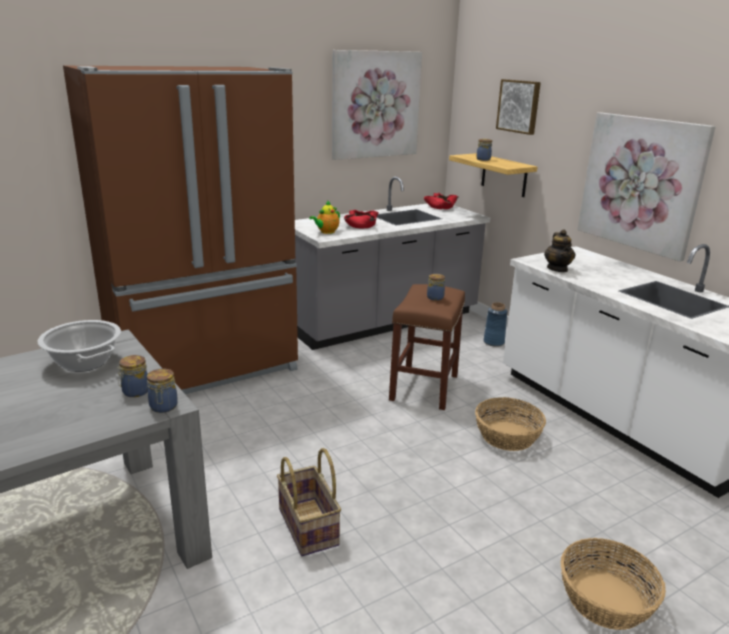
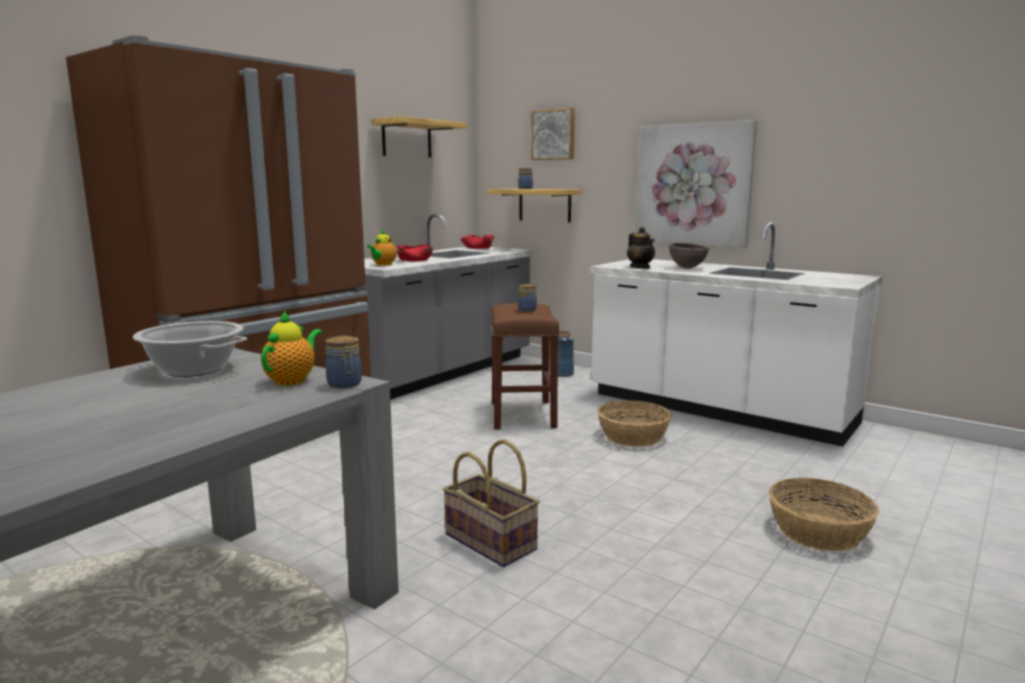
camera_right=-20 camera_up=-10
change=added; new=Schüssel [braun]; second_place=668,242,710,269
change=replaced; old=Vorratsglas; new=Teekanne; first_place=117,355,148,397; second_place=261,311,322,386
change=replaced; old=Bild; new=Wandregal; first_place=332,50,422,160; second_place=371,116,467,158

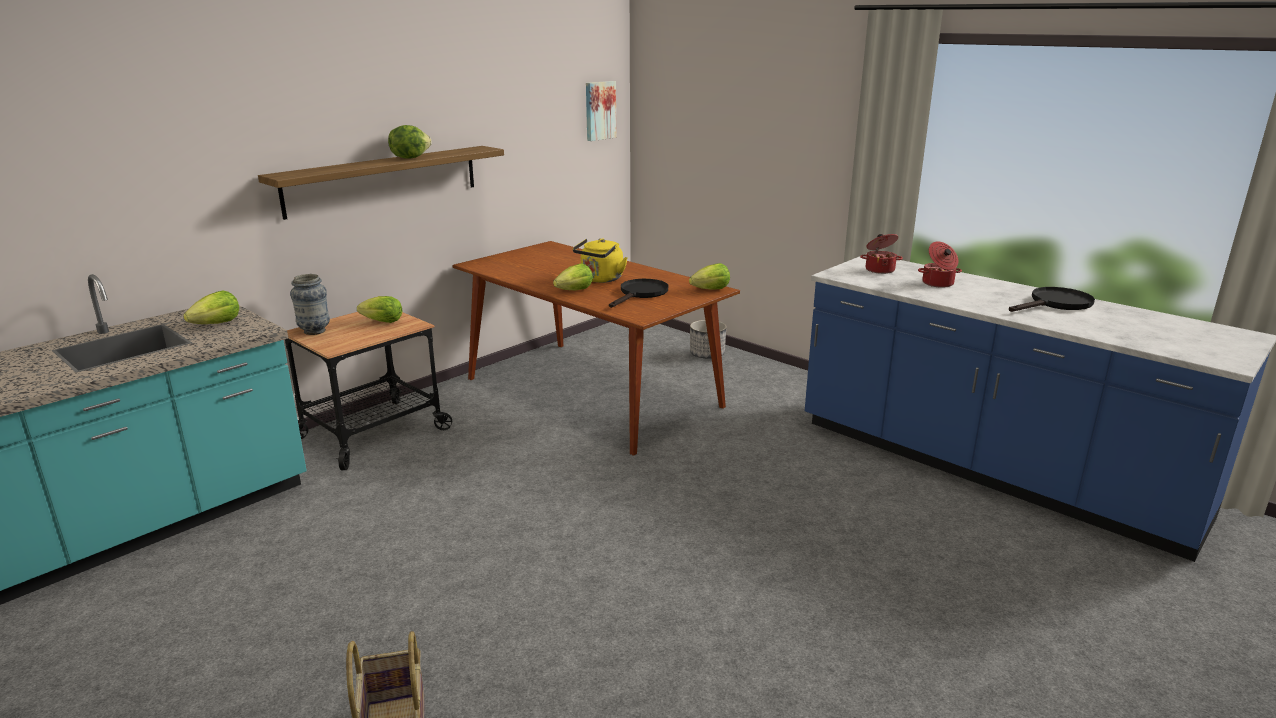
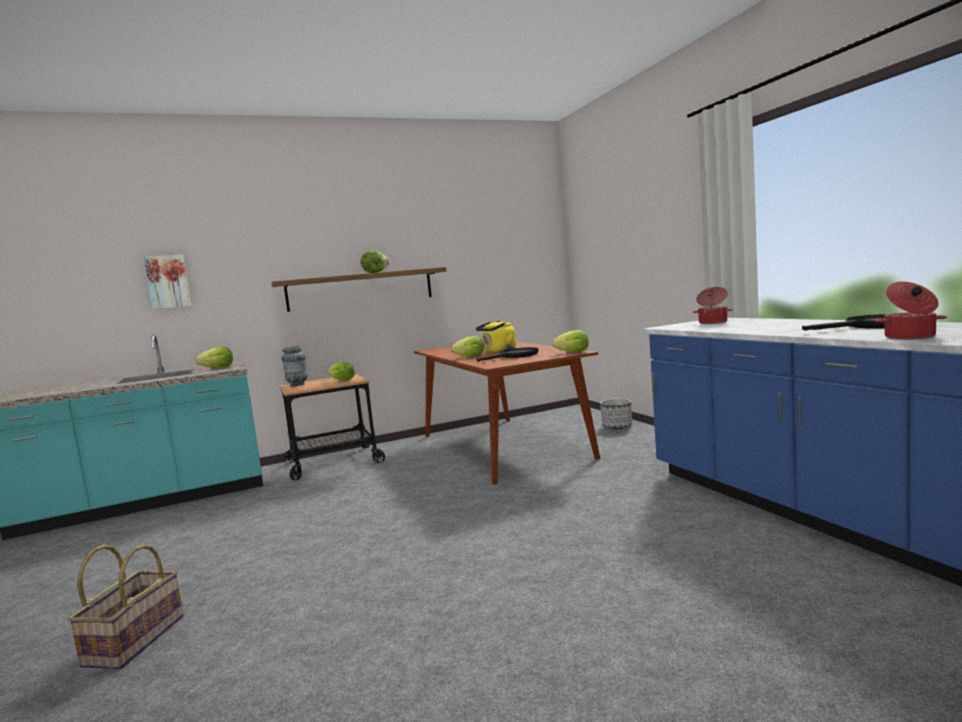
camera_right=25 camera_up=-15
change=moved; old=Bild; first_place=586,81,616,141; second_place=144,255,191,310
change=moved; old=Kochtopf; first_place=918,241,962,288; second_place=875,281,947,340

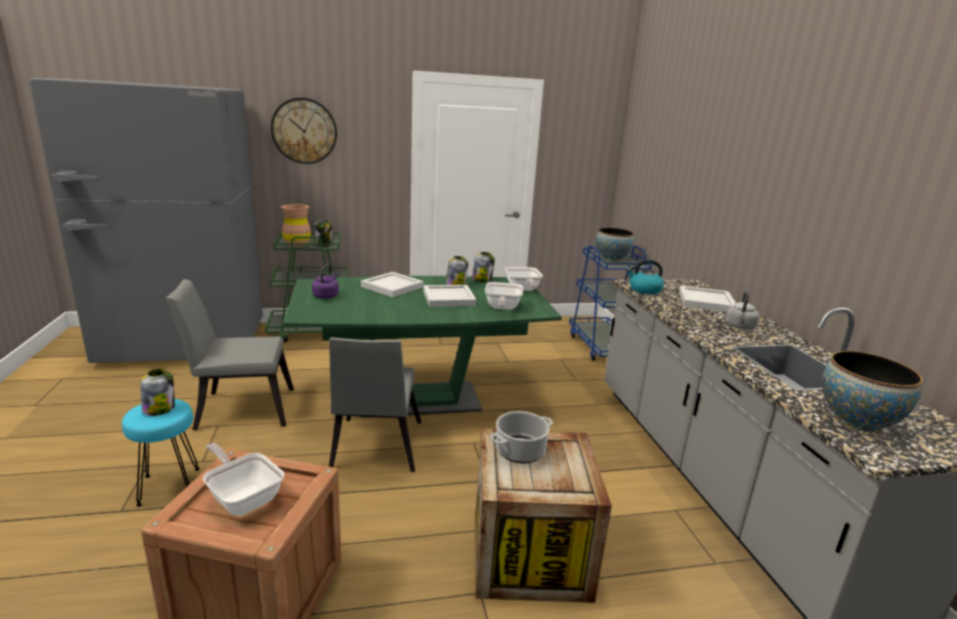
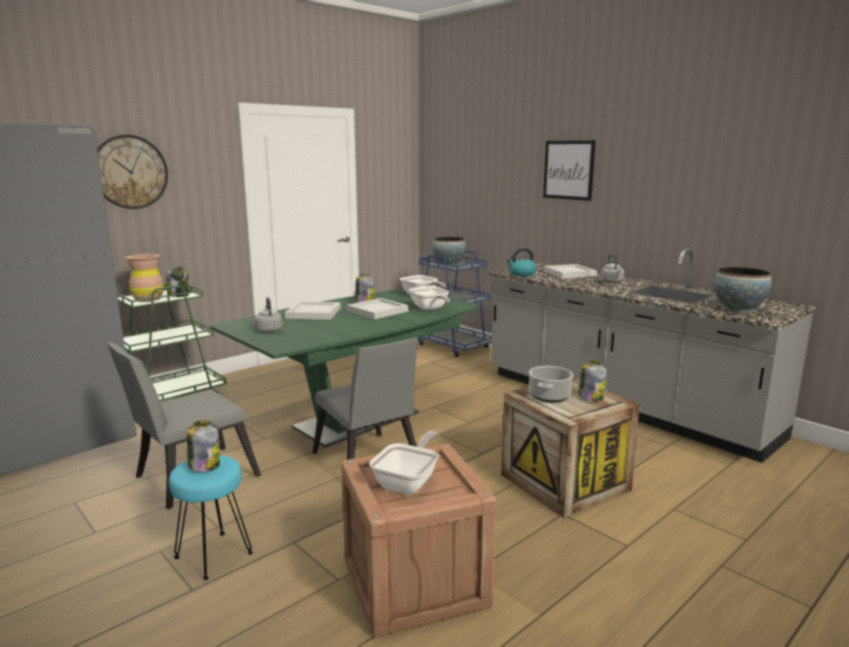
camera_right=-30 camera_up=-5
change=added; new=Bild; second_place=543,140,596,201
change=moved; old=Vorratsglas; first_place=472,252,495,283; second_place=578,360,607,401
change=recoloured; old=Wasserkessel [lila]; new=Wasserkessel [grau]; first_place=312,265,339,298; second_place=254,297,283,333
change=turned; old=Pfanne; first_place=203,443,284,516; second_place=369,431,439,495; degrees=105

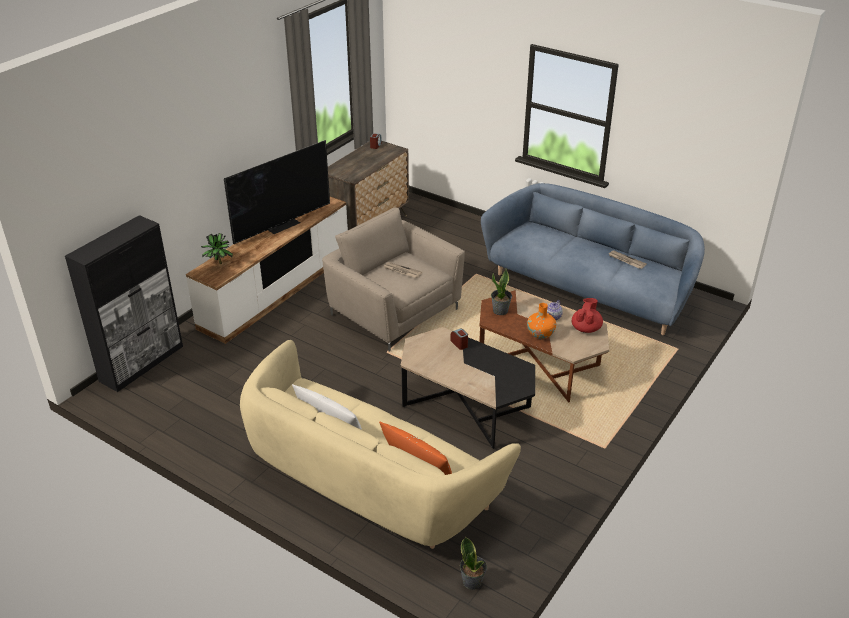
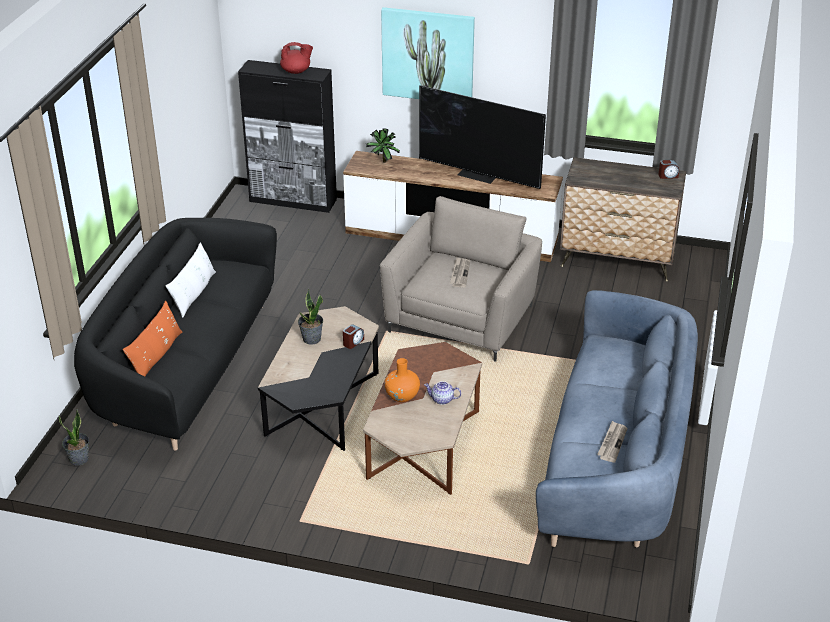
camera_right=70 camera_up=0
change=added; new=Bild; second_place=381,7,475,99
change=moved; old=Topfpflanze; first_place=491,268,512,315; second_place=298,288,323,345
change=moved; old=Teekanne [rot]; first_place=572,298,603,333; second_place=280,42,313,74
change=recoloured; old=Sofa [beige]; new=Sofa [schwarz]; first_place=240,340,521,549; second_place=74,218,277,451

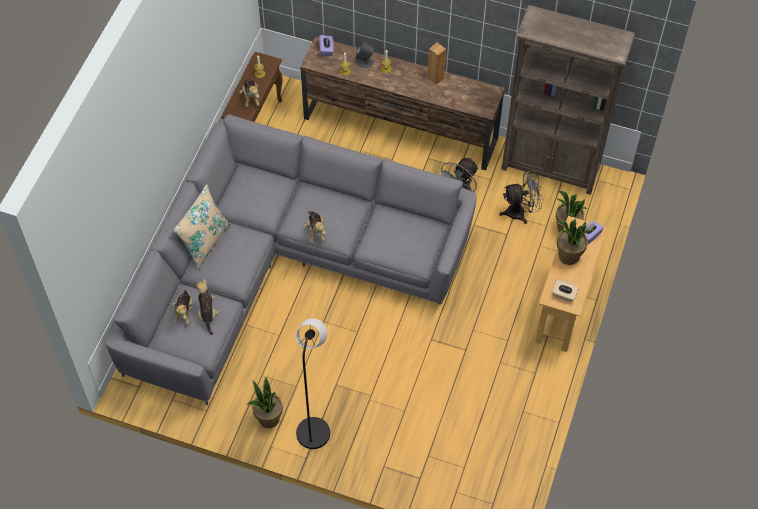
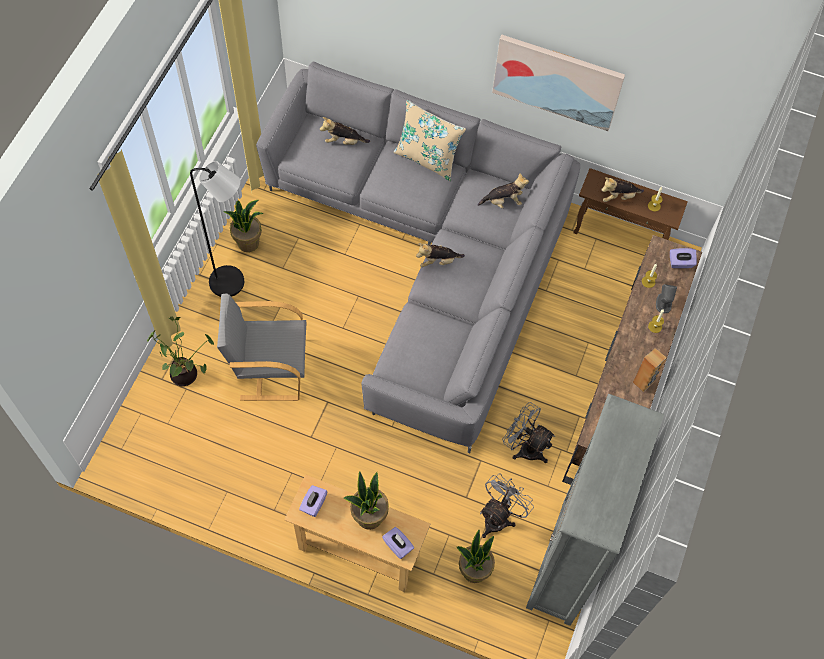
camera_right=90 camera_up=5
change=added; new=Topfpflanze; second_place=147,316,214,386
change=added; new=Sessel [grau]; second_place=217,293,307,401
change=added; new=Bild; second_place=492,35,625,131
change=moved; old=Plüschtier; first_place=196,279,220,335; second_place=478,173,529,209
change=recoloured; old=Bücherregal [braun]; new=Bücherregal [grau]; first_place=501,5,635,195; second_place=526,394,664,626
change=recoloured; old=Taschentuchbox [beige]; new=Taschentuchbox [lila]; first_place=552,280,579,302; second_place=299,485,328,517
change=turned; old=Ventilator [grau]; first_place=499,171,543,224; second_place=480,473,534,538; degrees=-135

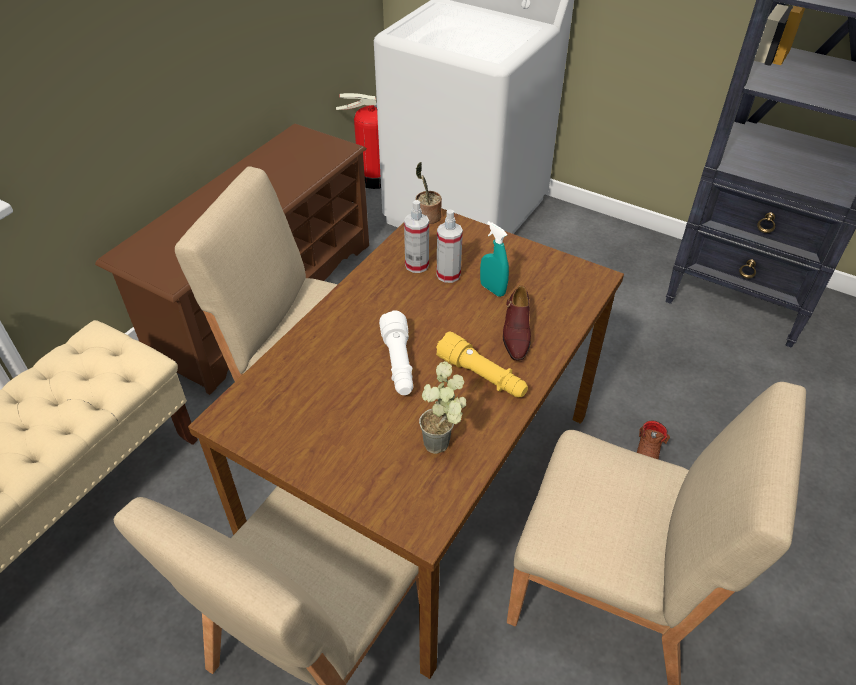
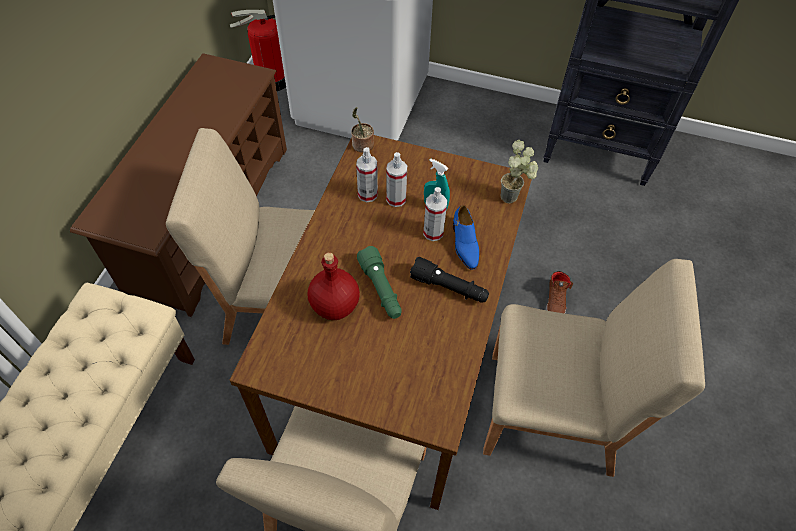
camera_right=-15 camera_up=10
change=added; new=Flasche [rot]; second_place=308,252,360,320
change=added; new=Sprühflasche; second_place=423,187,447,241
change=moved; old=Topfpflanze; first_place=419,361,466,454; second_place=501,140,538,204
change=recoloured; old=Taschenlampe [weiß]; new=Taschenlampe [grün]; first_place=379,311,413,395; second_place=357,246,402,319
change=recoloured; old=Taschenlampe [gelb]; new=Taschenlampe [schwarz]; first_place=436,331,528,397; second_place=410,257,489,302
change=recoloured; old=Schuh [braun]; new=Schuh [blau]; first_place=503,285,531,361; second_place=453,205,479,270

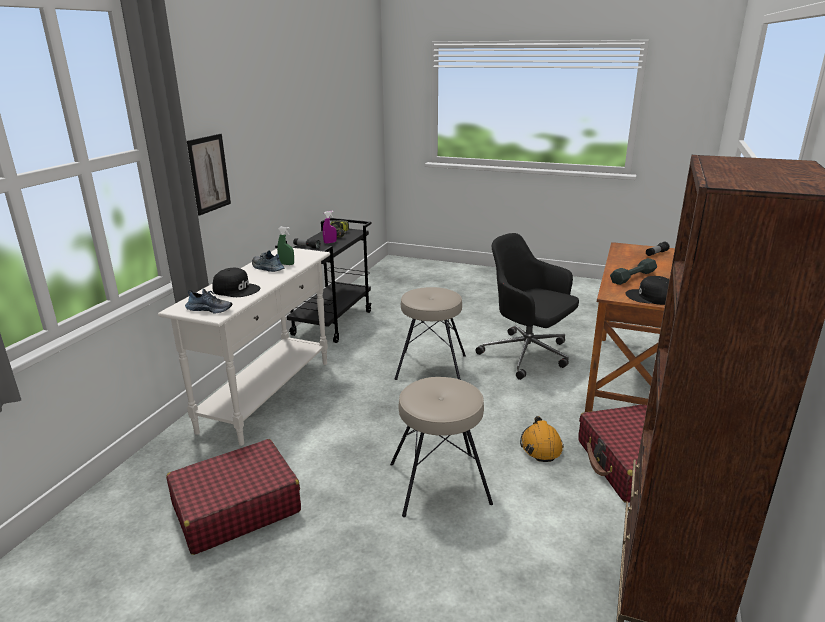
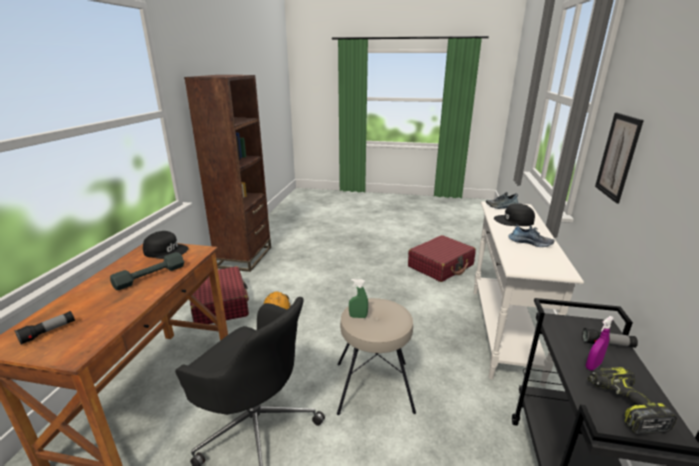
camera_right=170 camera_up=0
change=removed; old=Hocker [beige]; first_place=390,377,493,517
change=moved; old=Sprühflasche [grün]; first_place=277,227,294,265; second_place=349,279,368,318

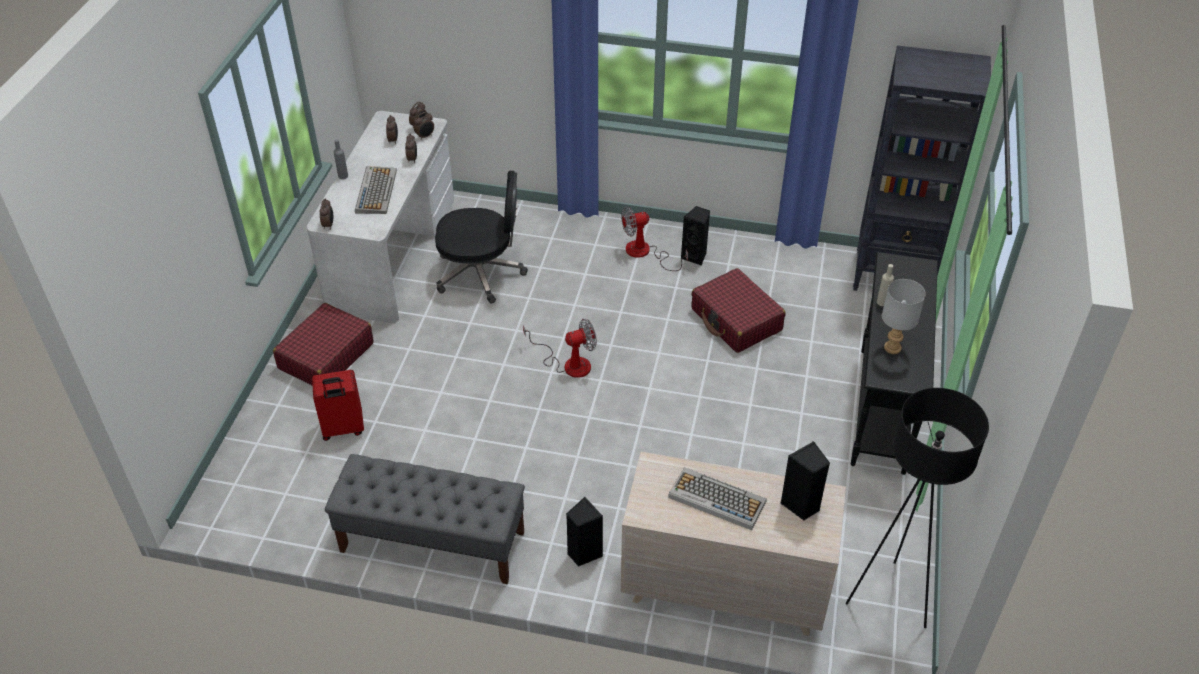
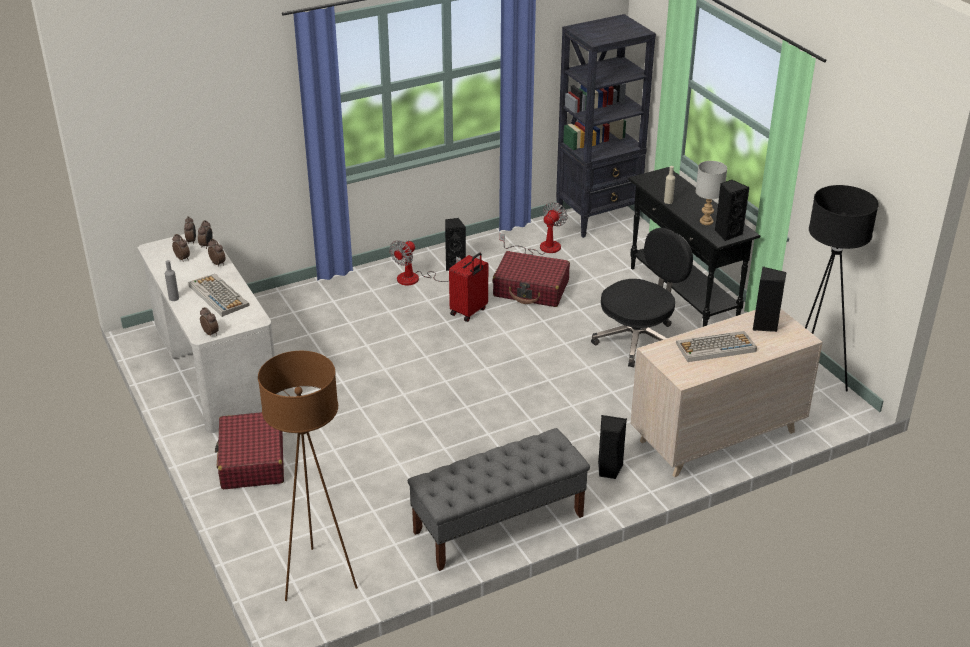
camera_right=-40 camera_up=-10
change=added; new=Stehlampe [braun]; second_place=258,351,358,601
change=added; new=Lautsprecher [schwarz]; second_place=715,180,750,242
change=moved; old=Koffer [rot]; first_place=312,370,364,441; second_place=449,253,488,322
change=moved; old=Bürostuhl [schwarz]; first_place=435,171,528,304; second_place=591,228,693,367
change=moved; old=Ventilator; first_place=523,319,597,378; second_place=500,202,568,255

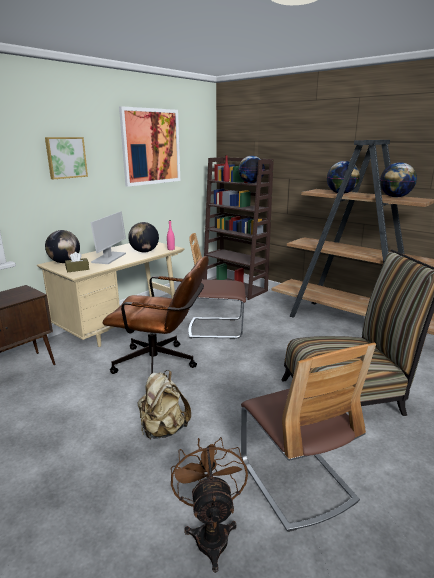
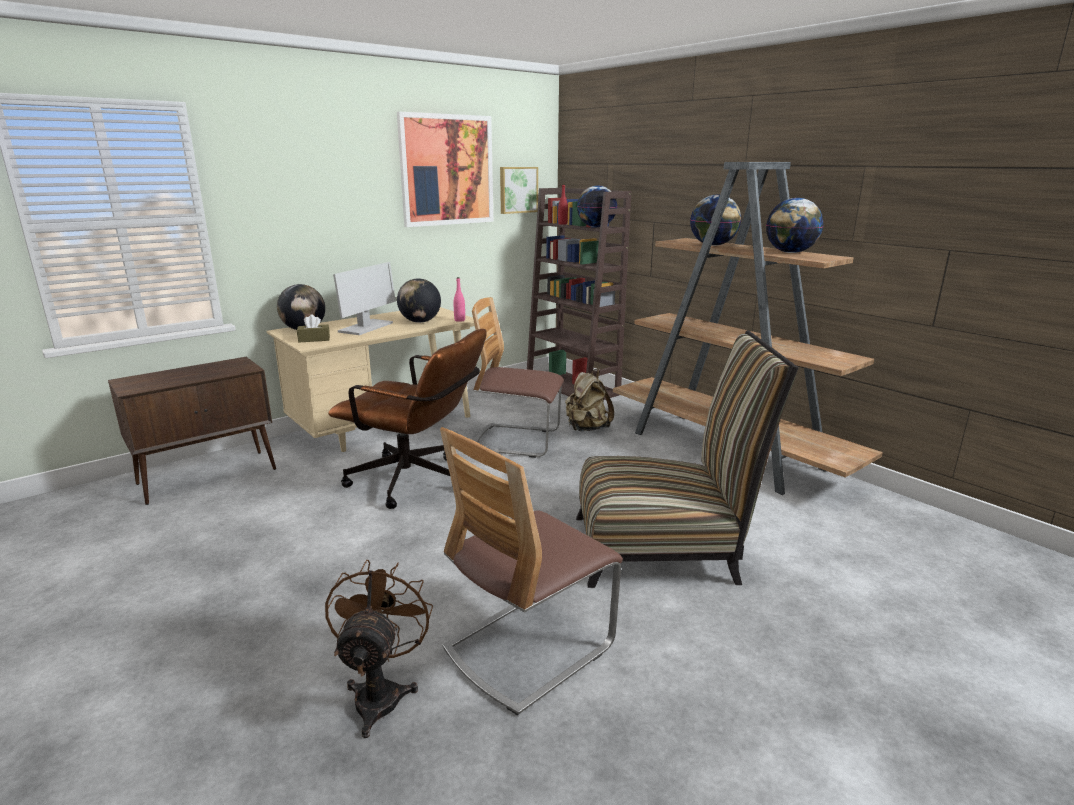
camera_right=10 camera_up=0
change=moved; old=Bild; first_place=45,137,88,179; second_place=500,167,538,214
change=moved; old=Rucksack [beige]; first_place=137,370,191,439; second_place=565,369,614,431
change=turned; old=Stuhl; first_place=241,343,376,532; second_place=440,427,623,715; degrees=60

